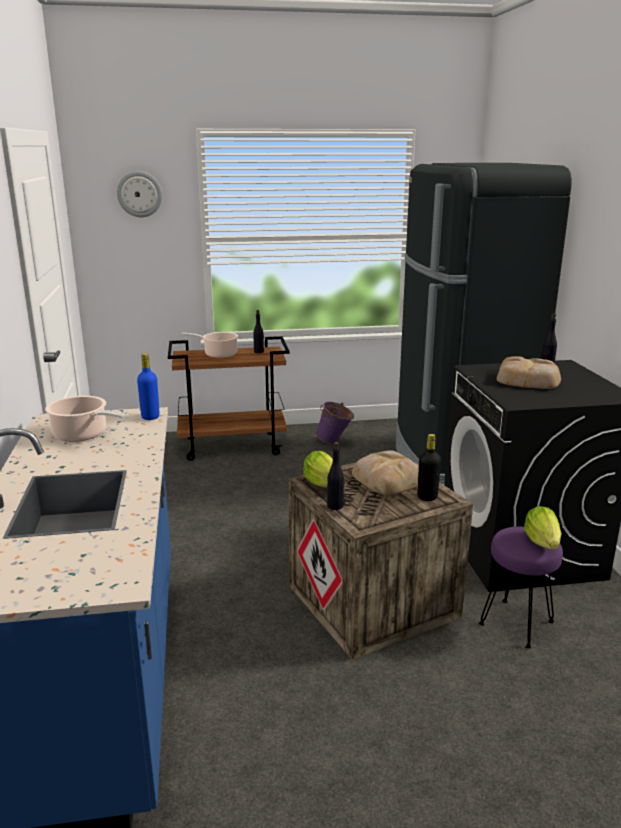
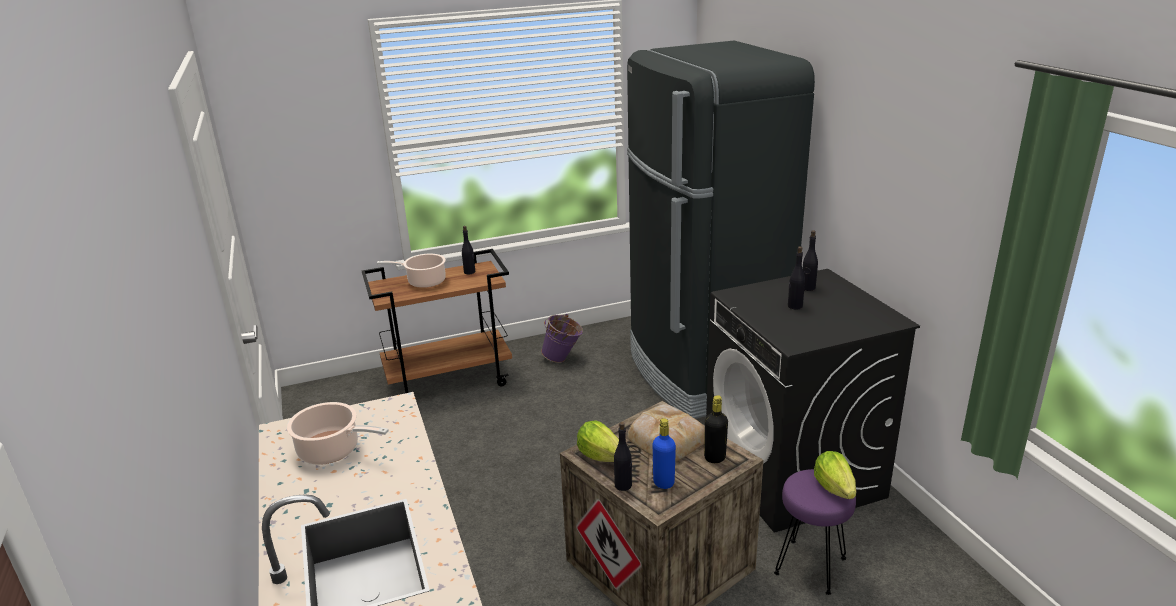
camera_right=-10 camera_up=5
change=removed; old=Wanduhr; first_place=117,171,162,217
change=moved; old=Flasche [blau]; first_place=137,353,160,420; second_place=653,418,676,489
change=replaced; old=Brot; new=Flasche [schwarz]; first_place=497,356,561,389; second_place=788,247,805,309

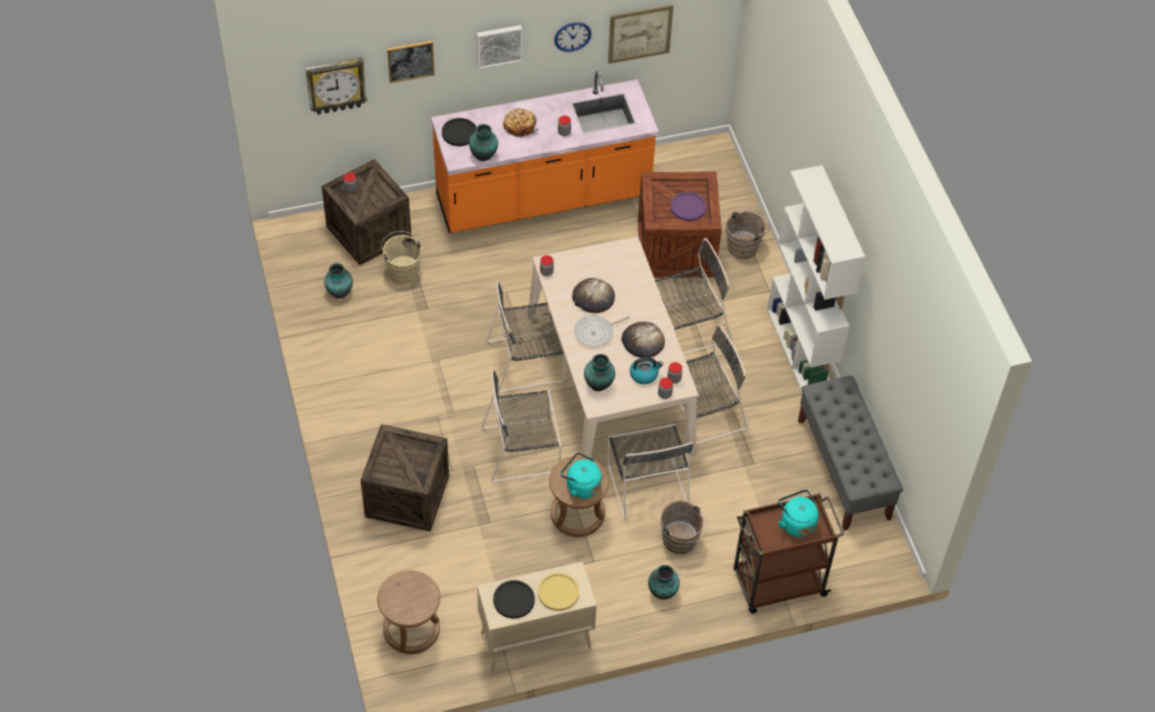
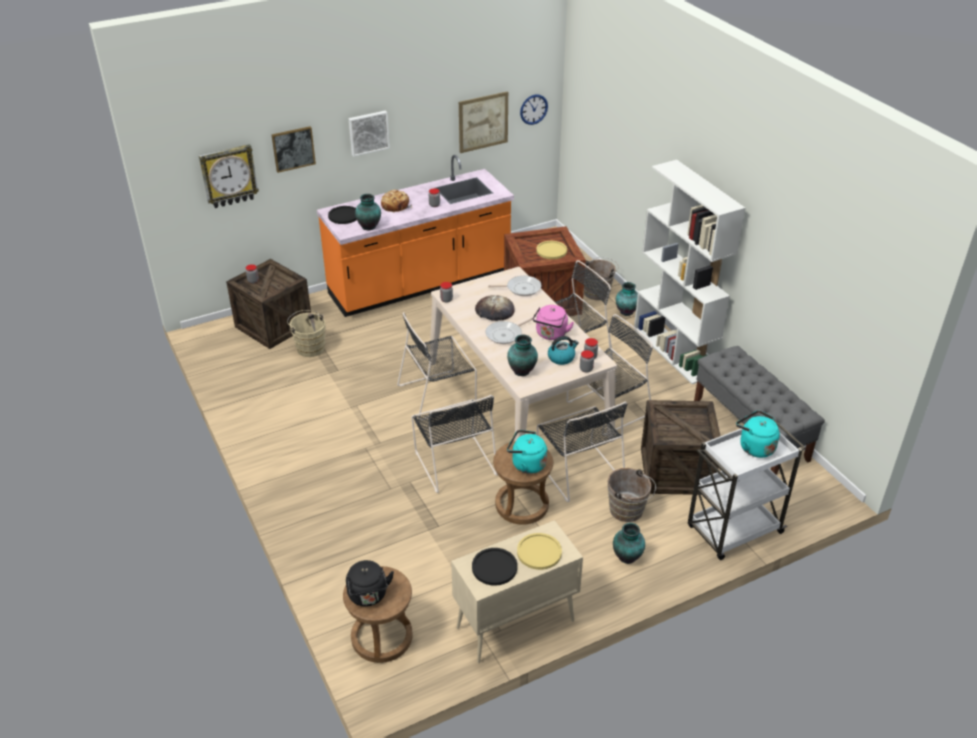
camera_right=-10 camera_up=-15
change=added; new=Wasserkessel [schwarz]; second_place=346,560,394,607
change=added; new=Pfanne; second_place=488,276,542,296
change=moved; old=Vase; first_place=324,263,353,299; second_place=616,282,638,316
change=moved; old=Kiste; first_place=360,424,449,532; second_place=641,400,720,495
change=moved; old=Wanduhr; first_place=554,22,592,52; second_place=520,94,548,125
change=replaced; old=Brot; new=Wasserkessel [rosa]; first_place=622,322,665,358; second_place=533,305,574,340
change=recoloured; old=Teller [lila]; new=Teller [gelb]; first_place=671,192,706,221; second_place=536,241,567,259
change=recoloured; old=Rollwagen [braun]; new=Rollwagen [weiß]; first_place=733,493,844,614; second_place=688,420,805,560
change=turned; old=Stuhl [schwarz]; first_place=482,369,561,482; second_place=412,395,498,493; degrees=-90

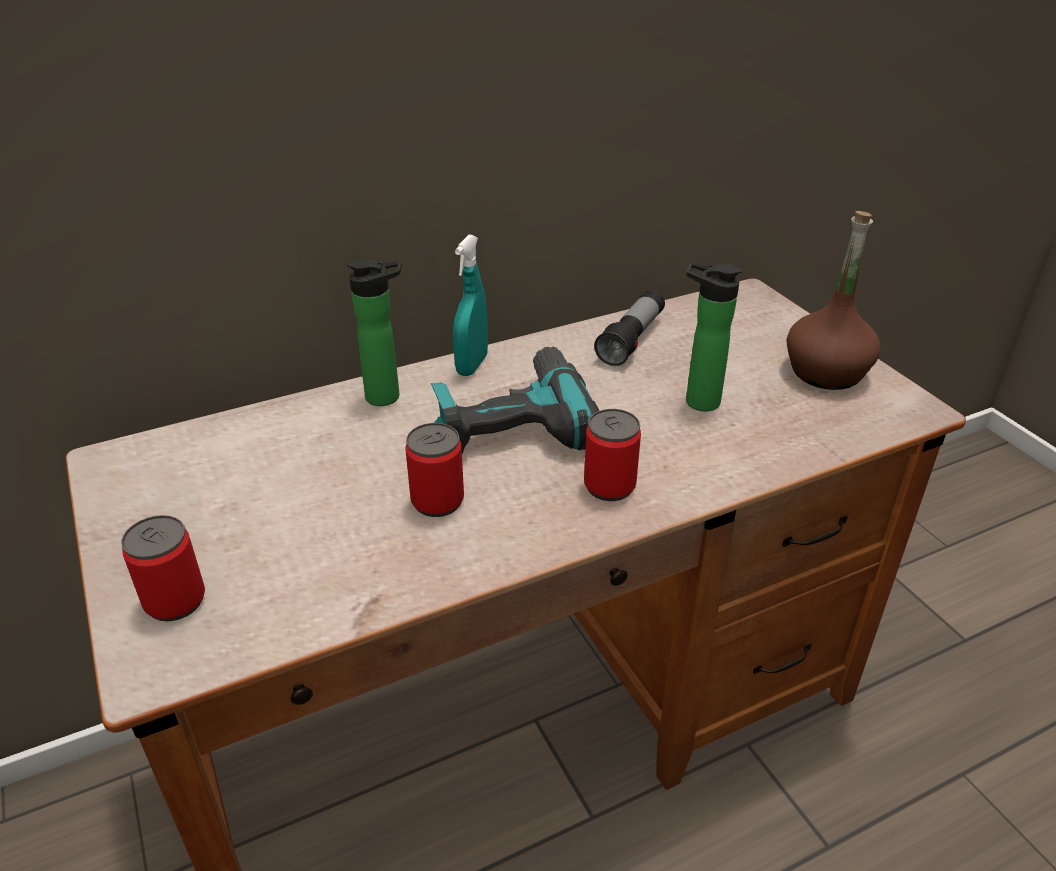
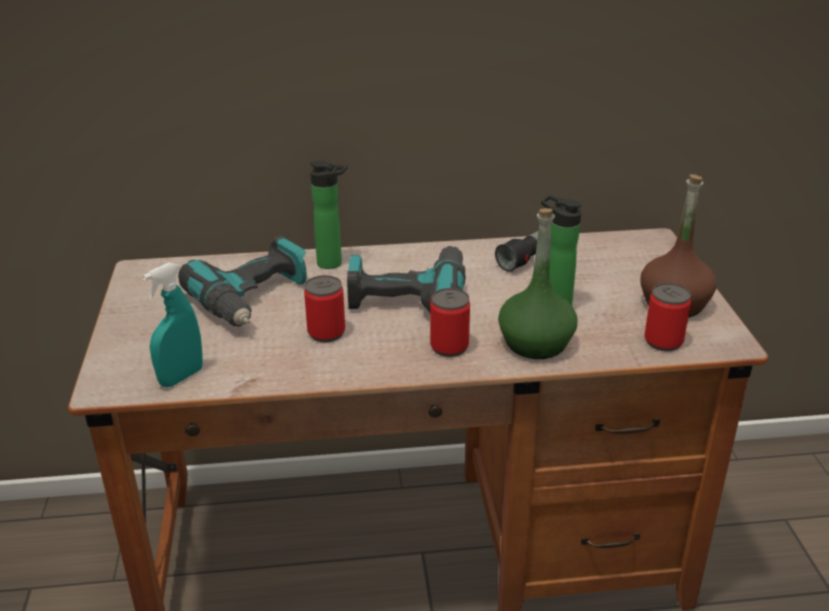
camera_right=20 camera_up=-5
change=added; new=Bohrmaschine; second_place=178,236,307,327
change=added; new=Flasche [grün]; second_place=498,208,578,359
change=moved; old=Dose; first_place=121,515,205,621; second_place=644,283,691,351
change=moved; old=Sprühflasche [türkis]; first_place=453,235,488,376; second_place=143,262,203,387

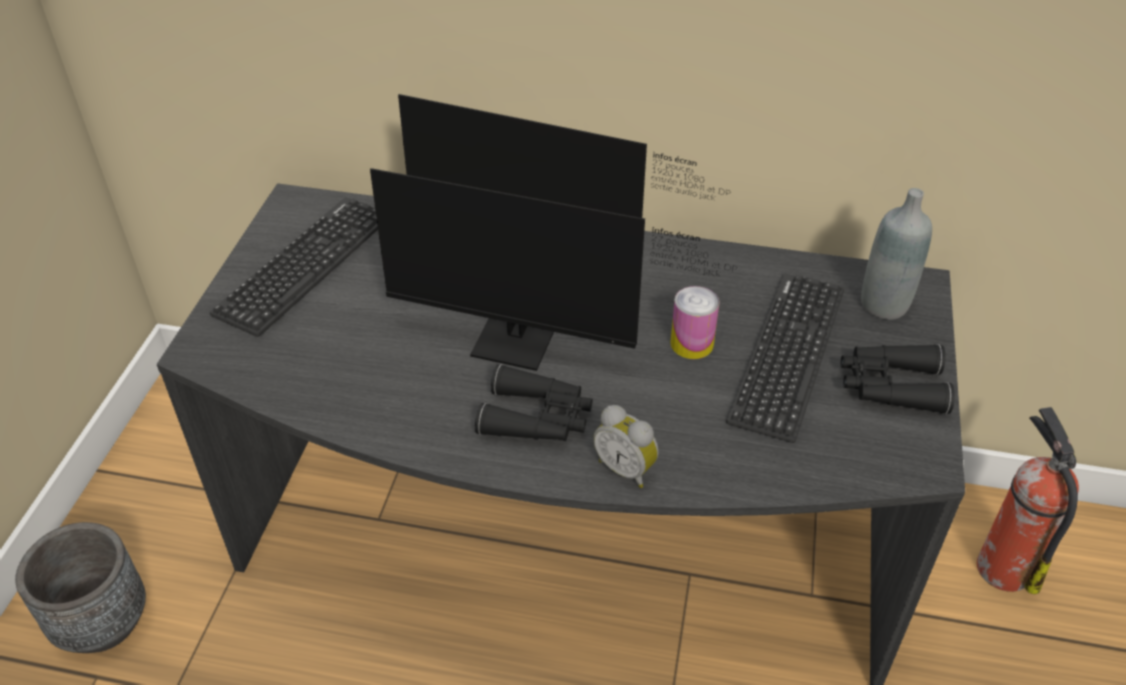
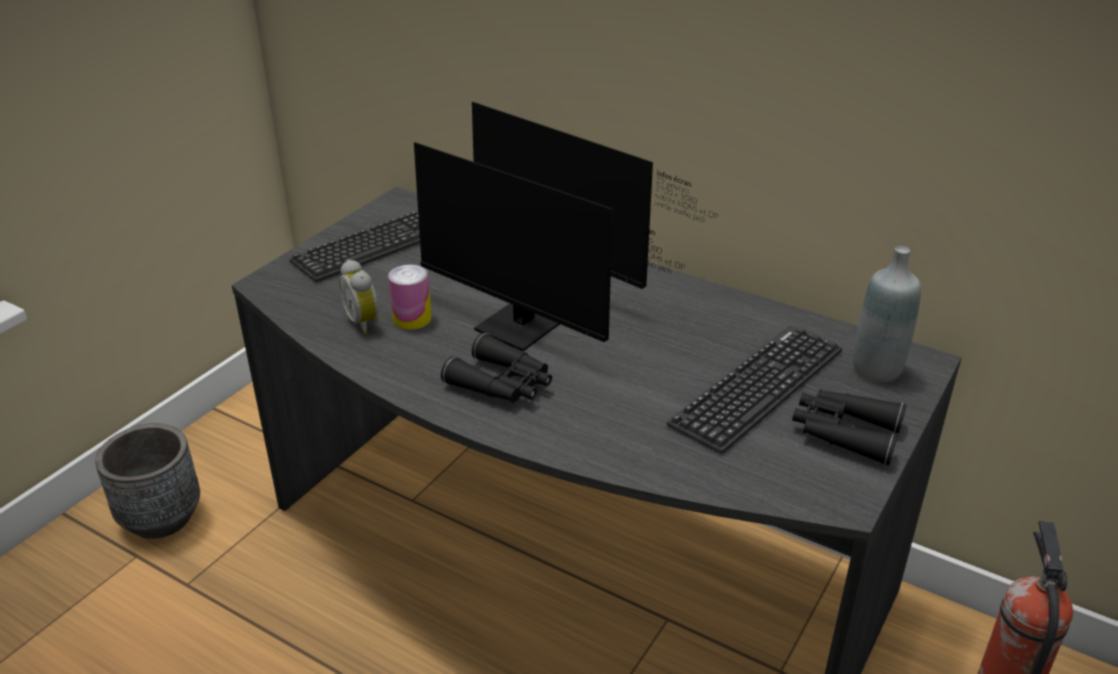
camera_right=20 camera_up=-10
change=moved; old=Wecker; first_place=593,405,659,488; second_place=339,259,379,334
change=moved; old=Dose; first_place=670,286,720,359; second_place=388,265,432,330

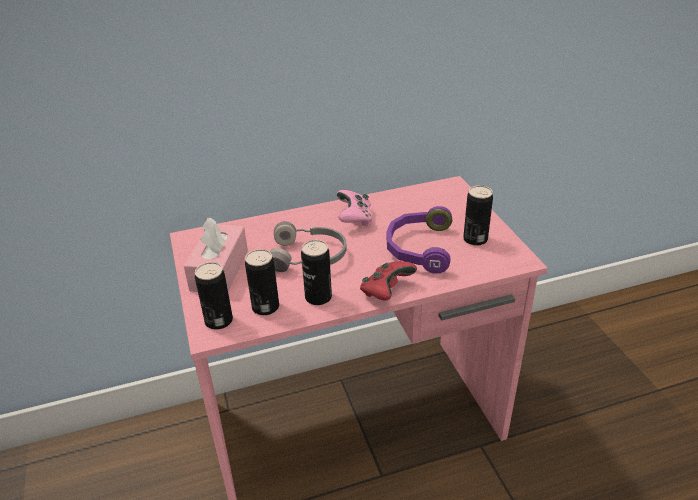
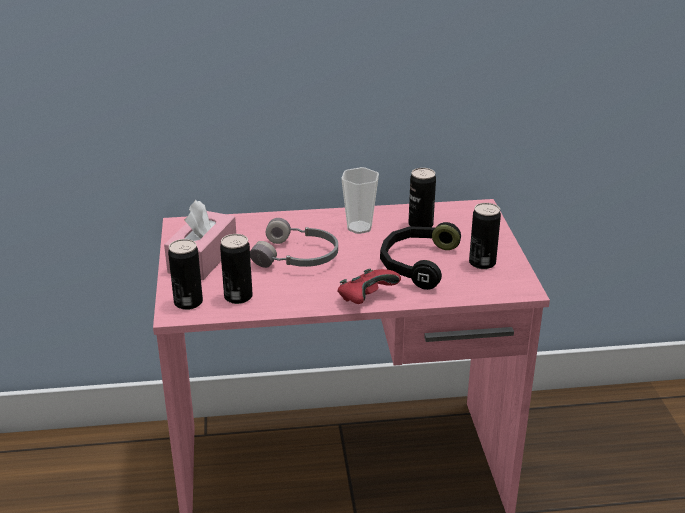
camera_right=10 camera_up=-5
change=moved; old=Dose; first_place=301,240,332,305; second_place=408,168,436,227
change=replaced; old=Gamepad [rosa]; new=Tasse; first_place=337,190,373,226; second_place=341,167,379,234
change=recoloured; old=Kopfhörer [lila]; new=Kopfhörer [schwarz]; first_place=387,206,452,274; second_place=380,222,461,290

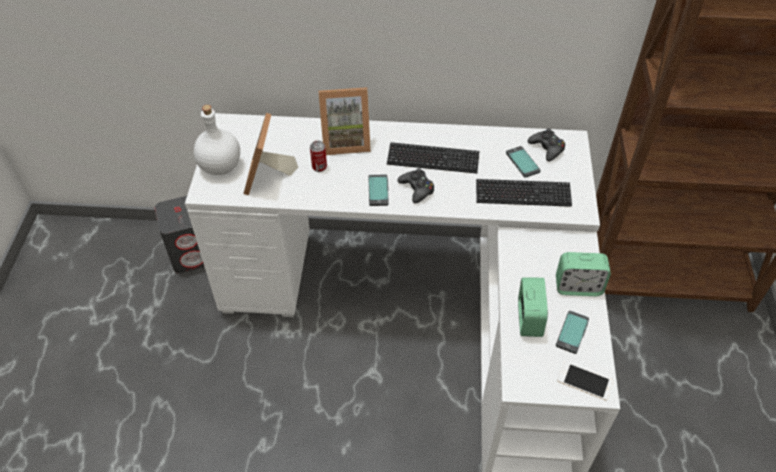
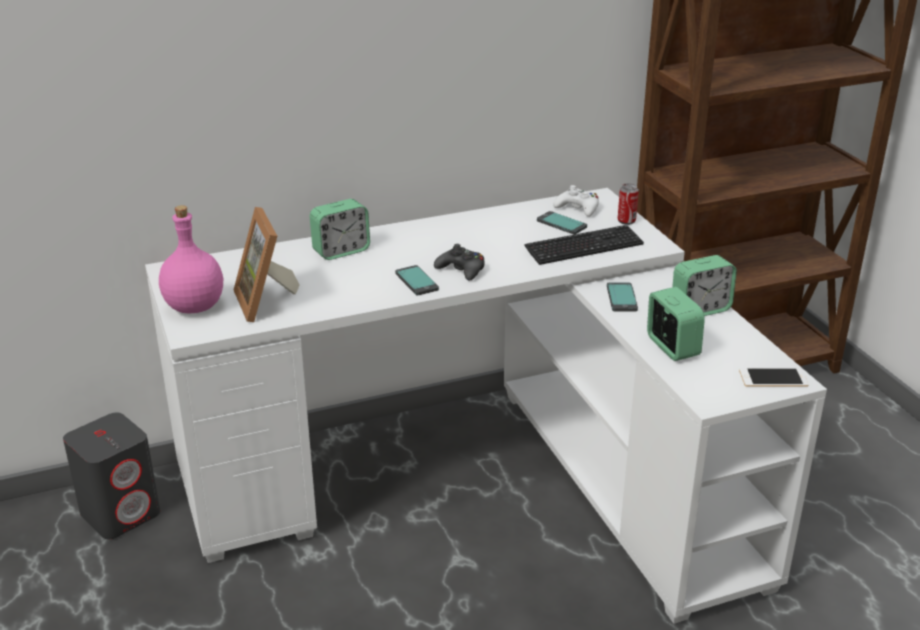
camera_right=-25 camera_up=-20
change=removed; old=Tastatur; first_place=387,142,480,174
change=moved; old=Dose; first_place=310,141,327,172; second_place=618,183,639,225
change=moved; old=Handy; first_place=556,311,589,354; second_place=607,283,638,311
change=replaced; old=Bilderrahmen; new=Wecker; first_place=318,87,371,155; second_place=310,199,370,260
change=recoloured; old=Flasche [weiß]; new=Flasche [rosa]; first_place=194,105,240,175; second_place=159,205,223,314
change=recoloured; old=Gamepad [schwarz]; new=Gamepad [weiß]; first_place=528,128,565,162; second_place=553,185,599,217

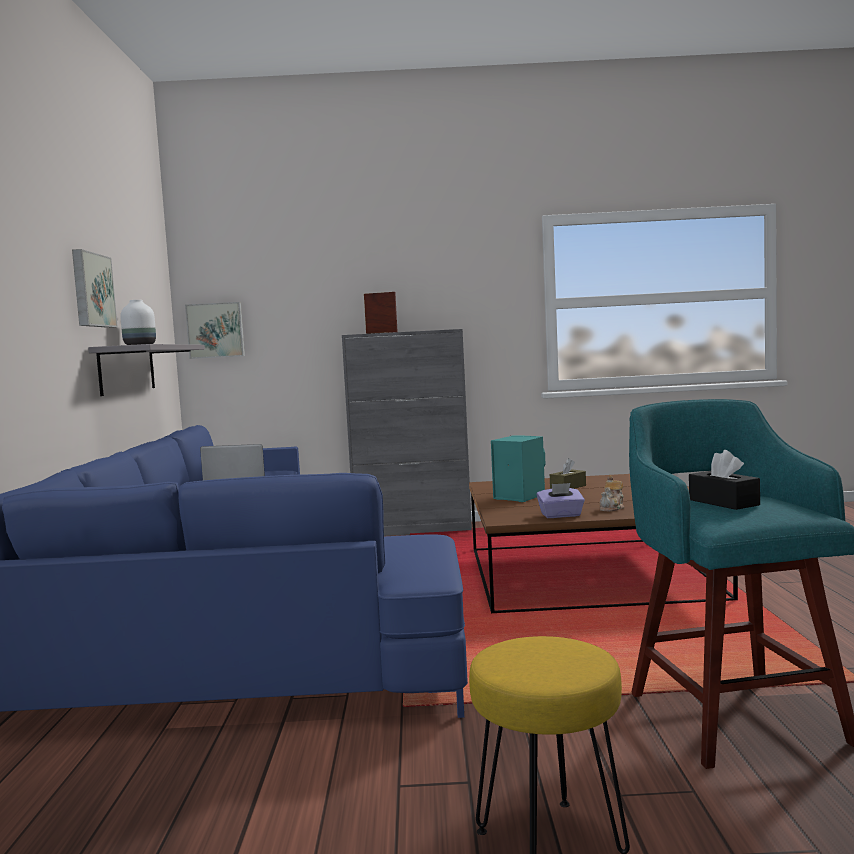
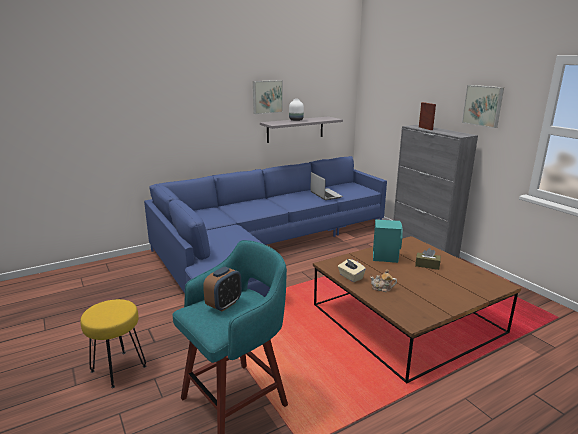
camera_right=60 camera_up=15
change=moved; old=Bild; first_place=185,302,245,359; second_place=462,85,504,128
change=replaced; old=Taschentuchbox [schwarz]; new=Wecker; first_place=689,450,760,510; second_place=203,267,242,312
change=recoloured; old=Taschentuchbox [lila]; new=Taschentuchbox [beige]; first_place=537,483,585,518; second_place=338,259,366,282

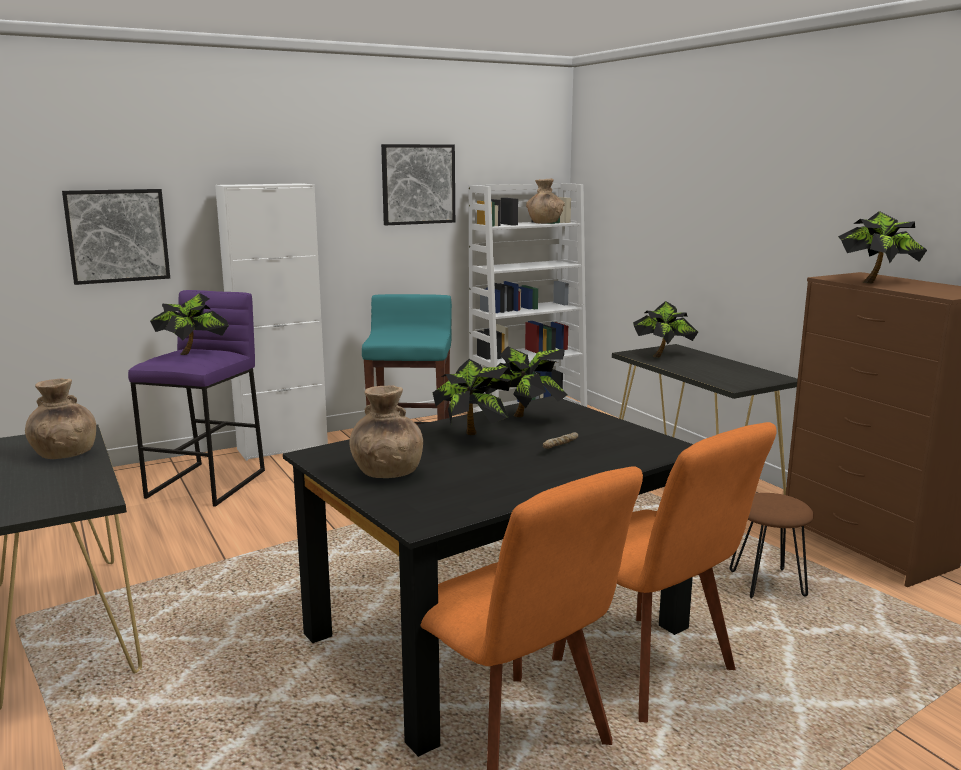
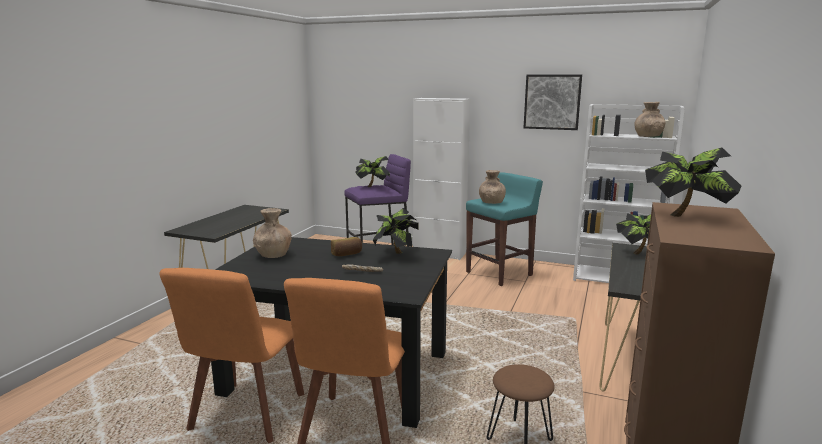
camera_right=50 camera_up=0
change=removed; old=Bild; first_place=62,189,170,285
change=moved; old=Vase [braun]; first_place=25,378,96,459; second_place=479,170,506,204
change=replaced; old=Topfpflanze; new=Brot; first_place=433,359,513,435; second_place=331,237,362,256

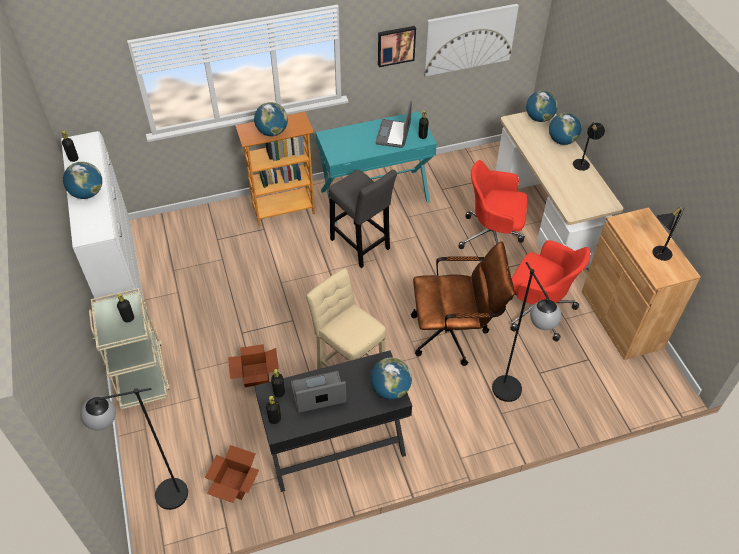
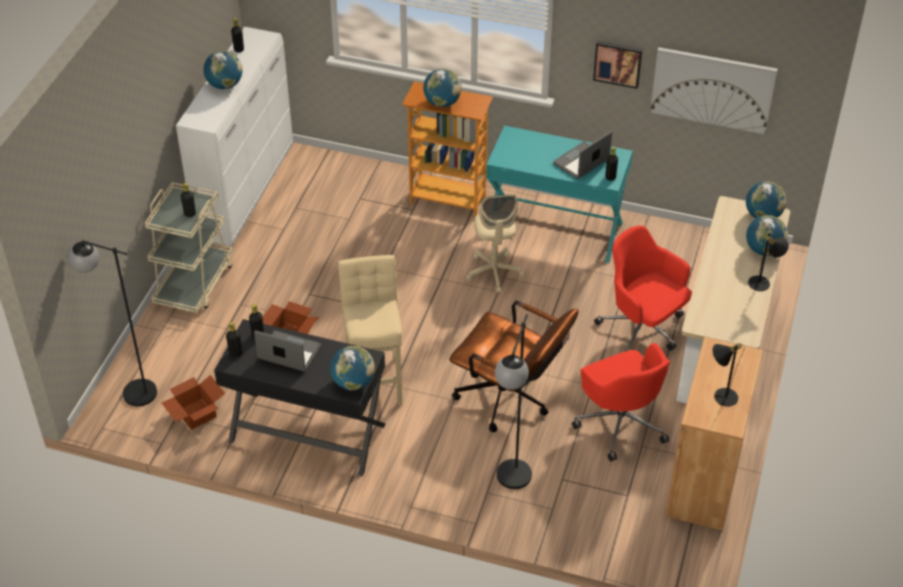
camera_right=35 camera_up=-5
change=replaced; old=Hocker [grau]; new=Bürostuhl [beige]; first_place=328,169,397,268; second_place=466,194,525,293

